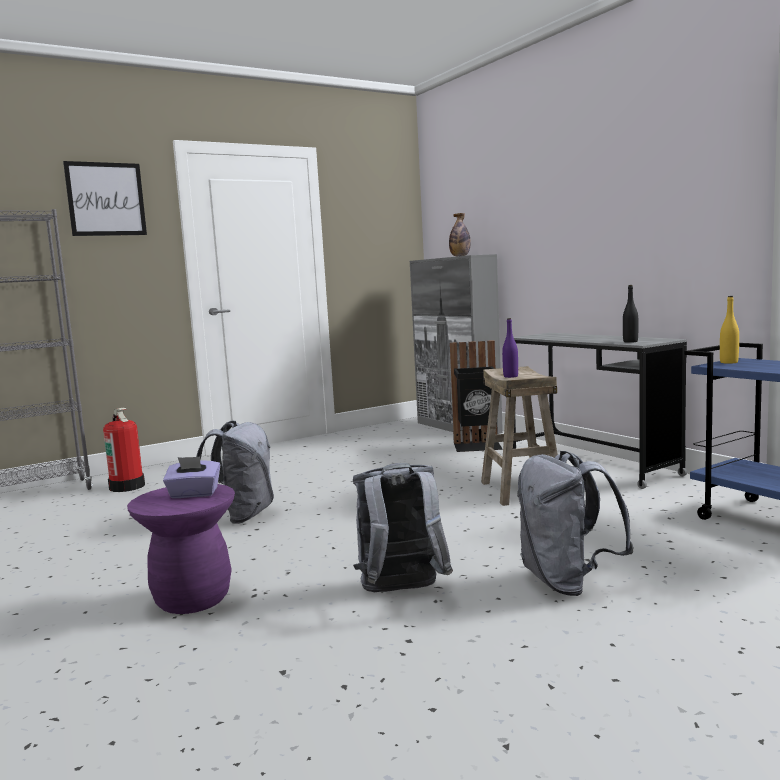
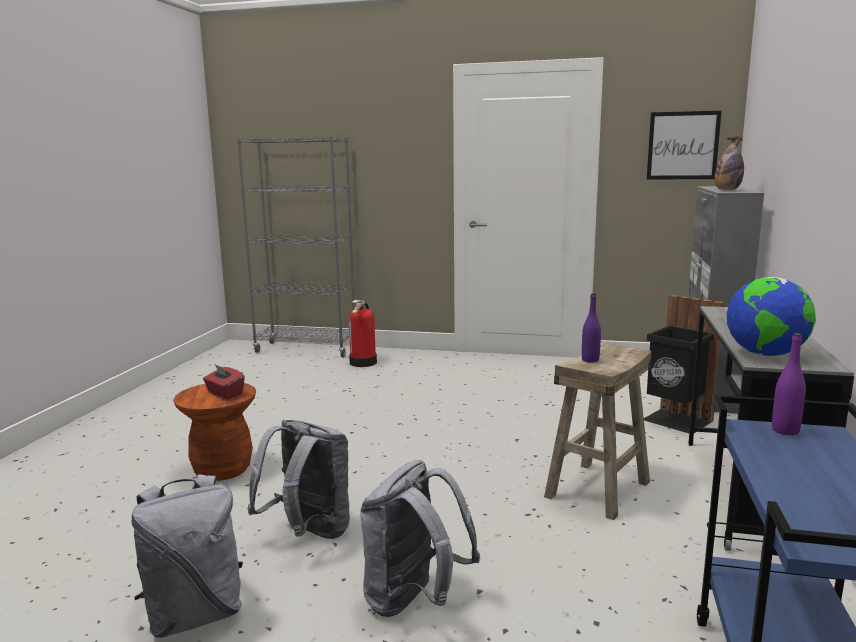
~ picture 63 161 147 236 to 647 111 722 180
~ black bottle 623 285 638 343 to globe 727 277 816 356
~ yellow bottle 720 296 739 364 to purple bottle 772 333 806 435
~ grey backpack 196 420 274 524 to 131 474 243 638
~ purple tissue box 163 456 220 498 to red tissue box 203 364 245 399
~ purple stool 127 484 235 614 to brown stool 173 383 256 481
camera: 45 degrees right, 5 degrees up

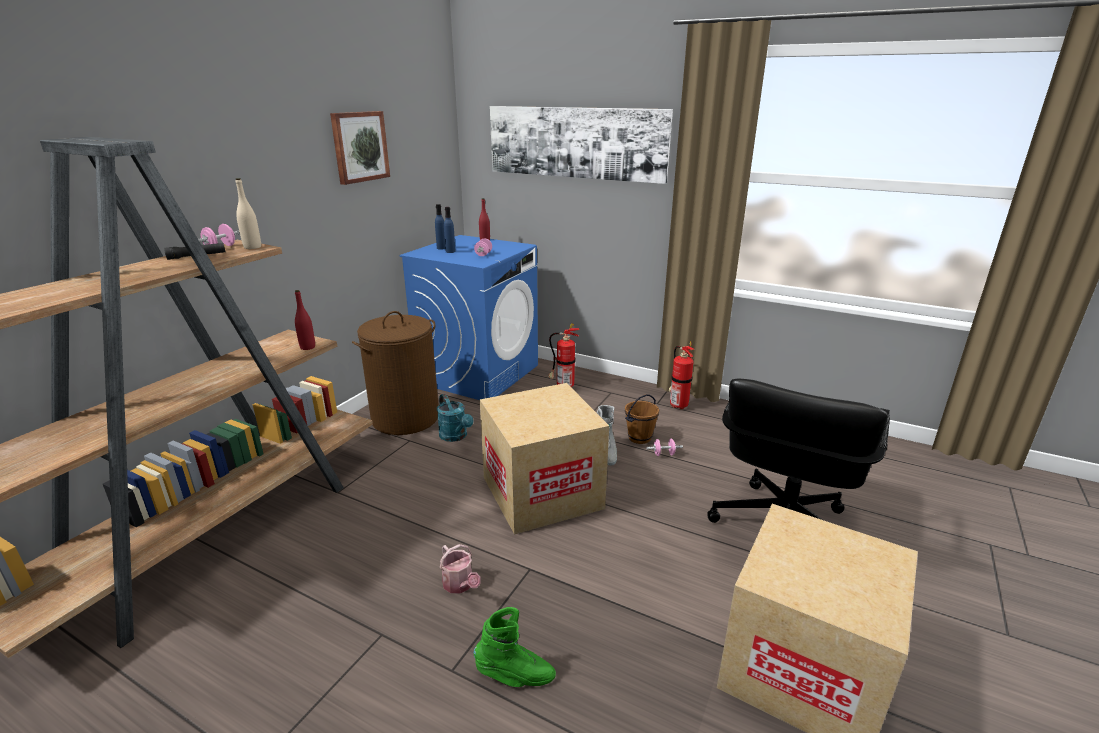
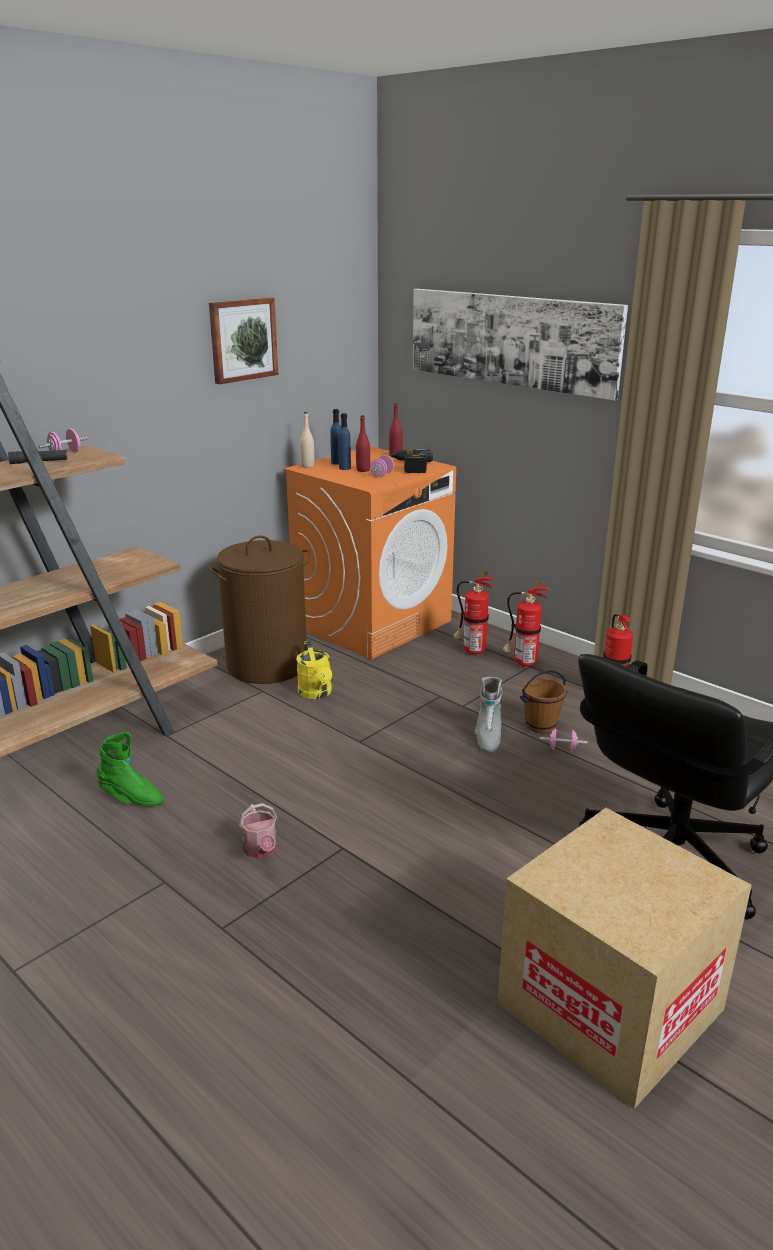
~ beige bottle 235 178 261 249 to 300 412 314 468
~ blue washing machine 399 235 538 400 to orange washing machine 283 446 456 660
~ red bottle 295 290 315 350 to 356 415 370 472
- cardboard box 480 383 609 535
~ turquoise watering can 437 394 473 442 to yellow watering can 296 641 332 699
~ green boot 473 607 556 687 to 97 732 163 806
+ power drill 389 449 433 473
+ fire extinguisher 503 580 549 668
camera: 15 degrees right, 0 degrees up

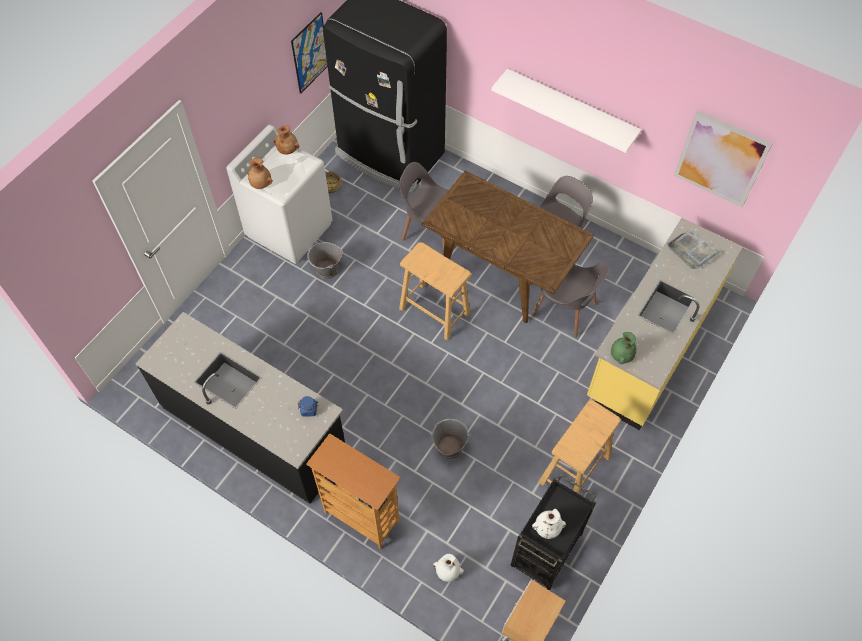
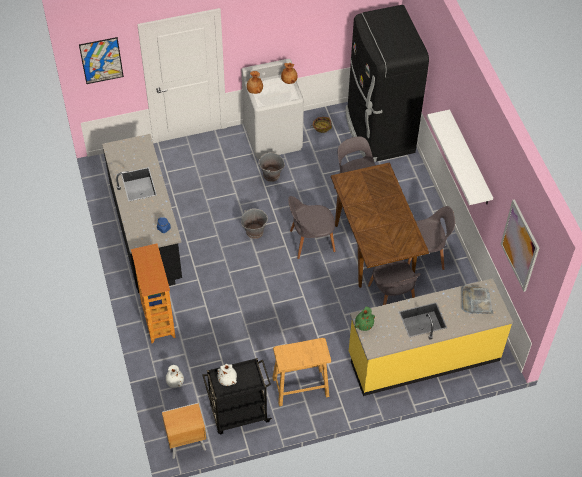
~ picture 291 12 328 94 to 79 37 124 84
~ beige stool 399 242 472 340 to grey chair 288 196 336 259
~ grey bucket 430 419 471 459 to 241 208 268 239
camera: 40 degrees right, 5 degrees down

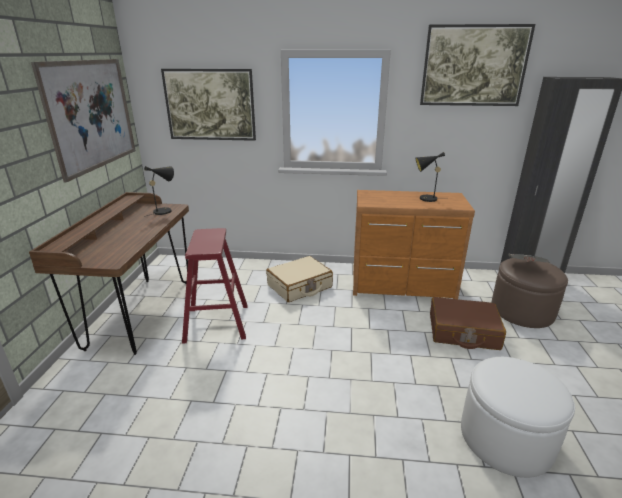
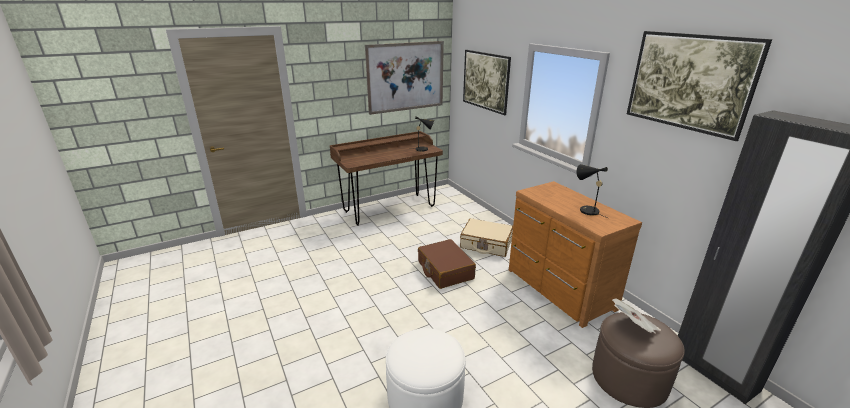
- red stool 182 228 248 344
~ brown suitcase 430 297 506 350 to 418 239 476 289
camera: 55 degrees right, 0 degrees up

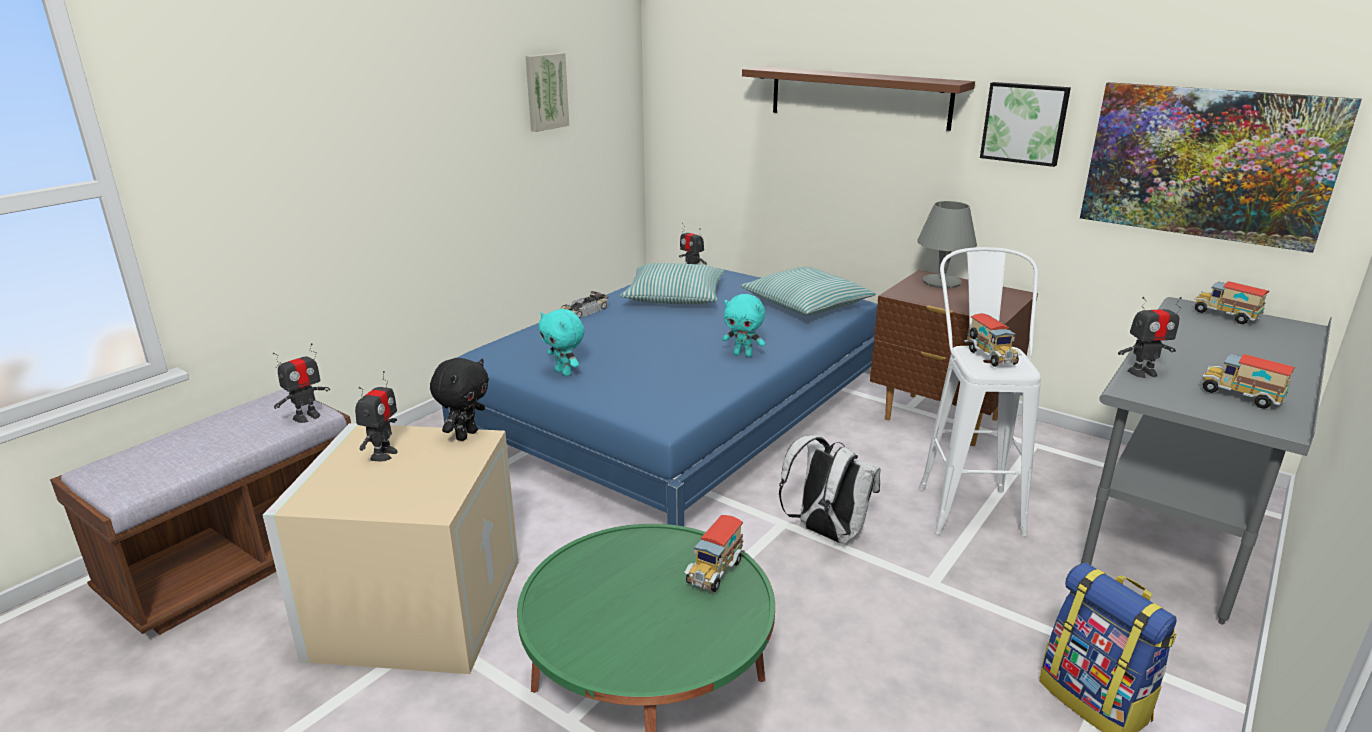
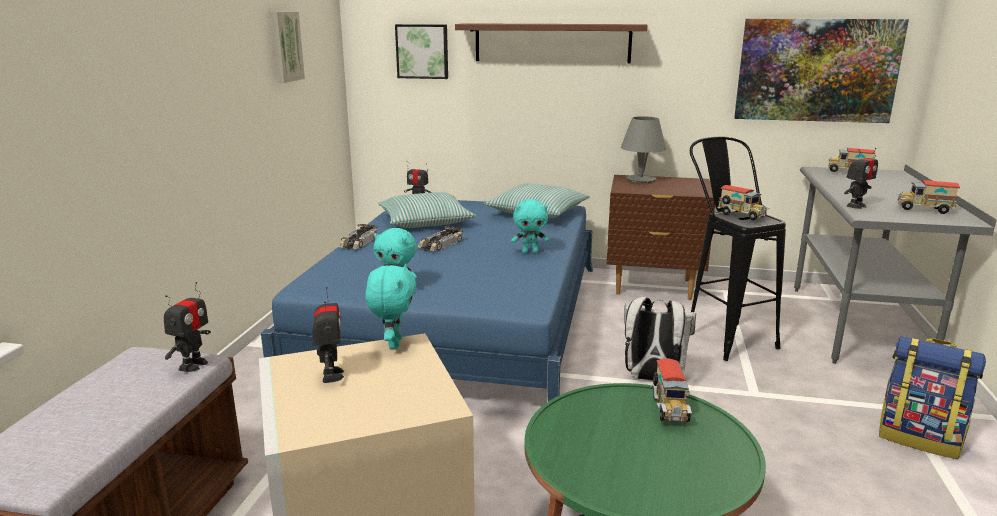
~ picture 980 82 1071 167 to 395 24 448 79
~ white stool 919 247 1041 537 to black stool 690 137 786 361
~ black plush toy 430 358 489 441 to turquoise plush toy 365 264 416 349
+ toy car 418 226 463 251
camera: 25 degrees left, 5 degrees down

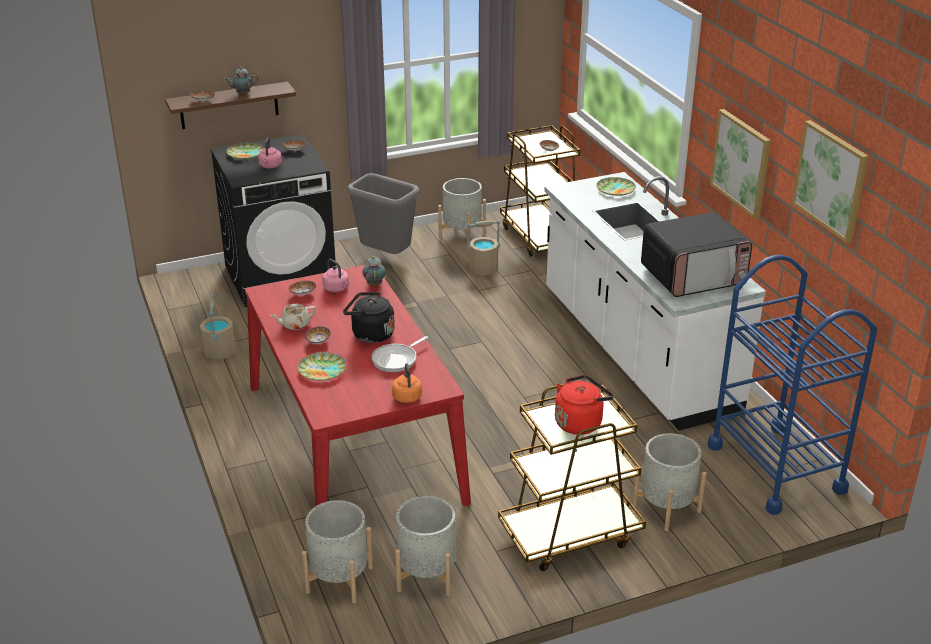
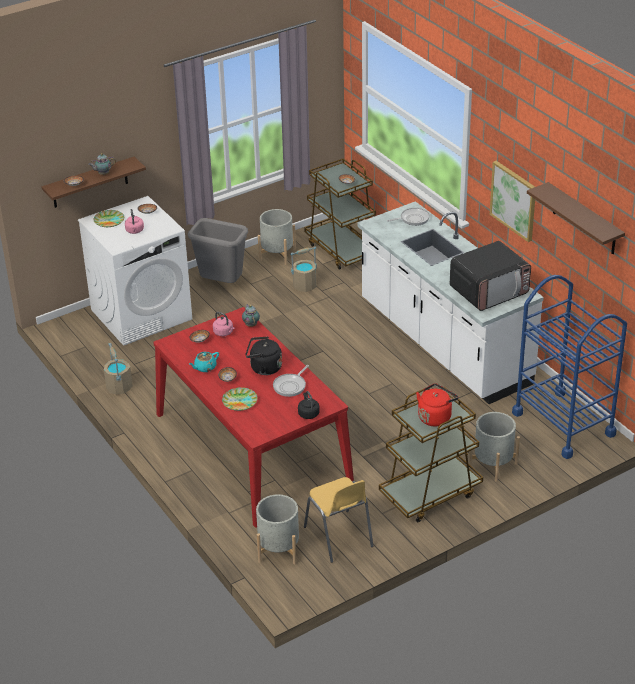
~ picture 792 120 869 243 to brown shelf 527 182 625 254
~ black washing machine 211 134 336 307 to white washing machine 78 196 192 346
~ plate 596 177 636 196 to frying pan 387 208 430 226
~ beige teapot 270 304 316 330 to turquoise teapot 189 352 219 372
~ orange kettle 392 363 422 403 to black kettle 298 391 320 419
~ grey planter 395 496 456 596 to yellow chair 304 477 373 563
camera: 10 degrees left, 5 degrees up

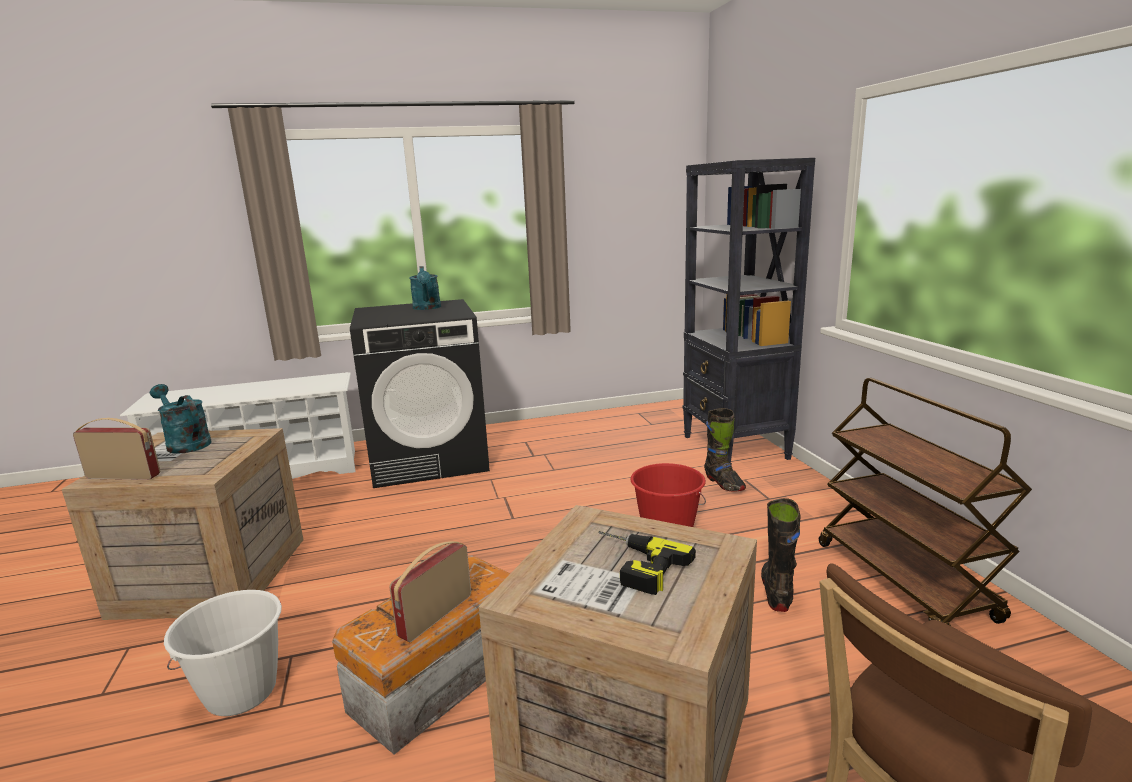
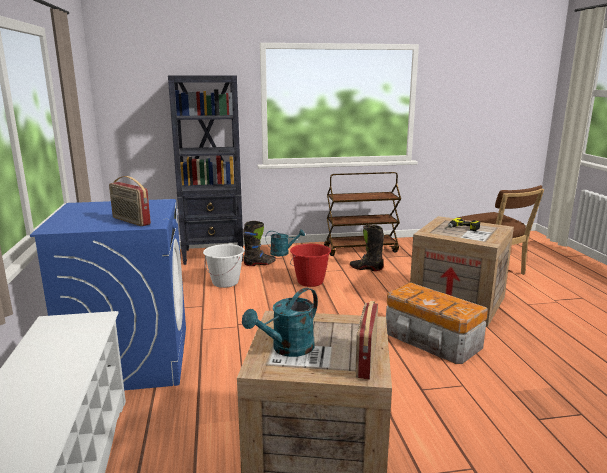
~ turquoise watering can 409 266 441 310 to 265 229 305 256
~ black washing machine 350 299 490 488 to blue washing machine 30 199 186 390
~ radio 389 541 471 642 to 109 176 151 226
~ white bucket 164 590 282 716 to 203 244 245 288
camera: 85 degrees left, 0 degrees up

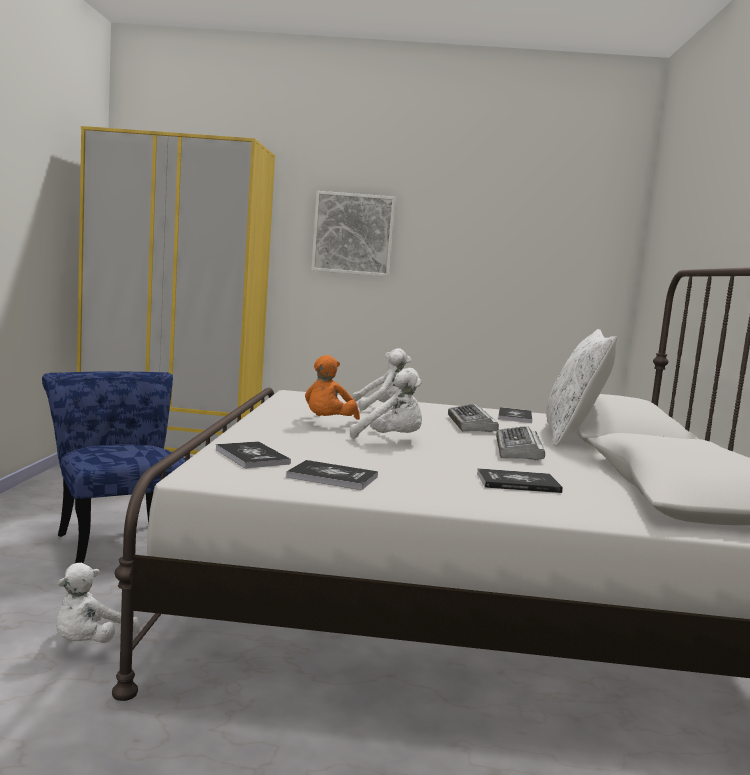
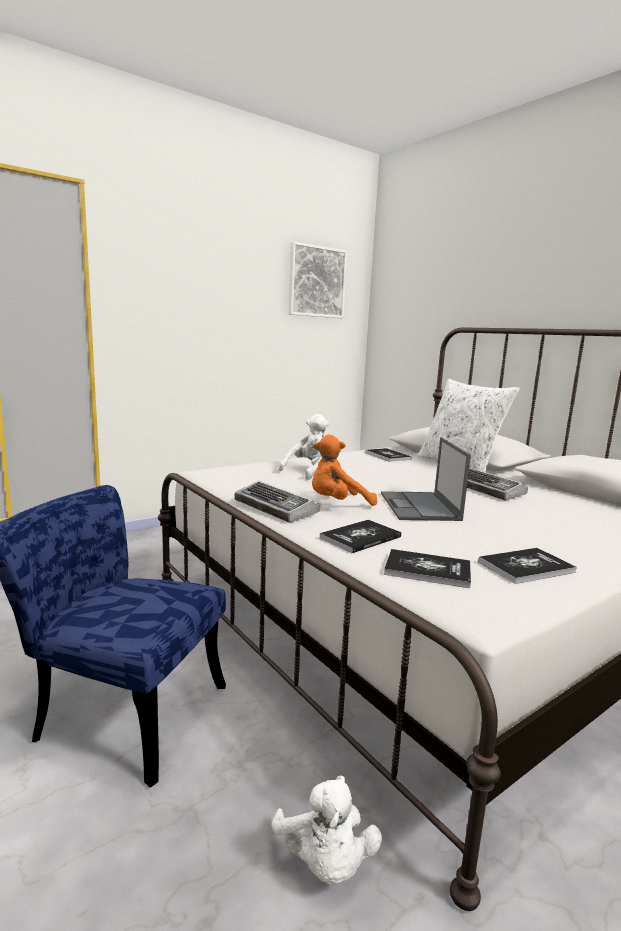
~ picture 311 191 396 277 to 288 241 347 318
~ orange plush toy 305 355 360 420 = 312 434 377 506 90 degrees clockwise
~ white plush toy 350 368 422 439 to laptop 381 437 471 521
~ keyboard 448 404 499 432 to 235 481 320 523
~ book 477 468 563 493 to 320 520 402 553
camera: 40 degrees left, 5 degrees up

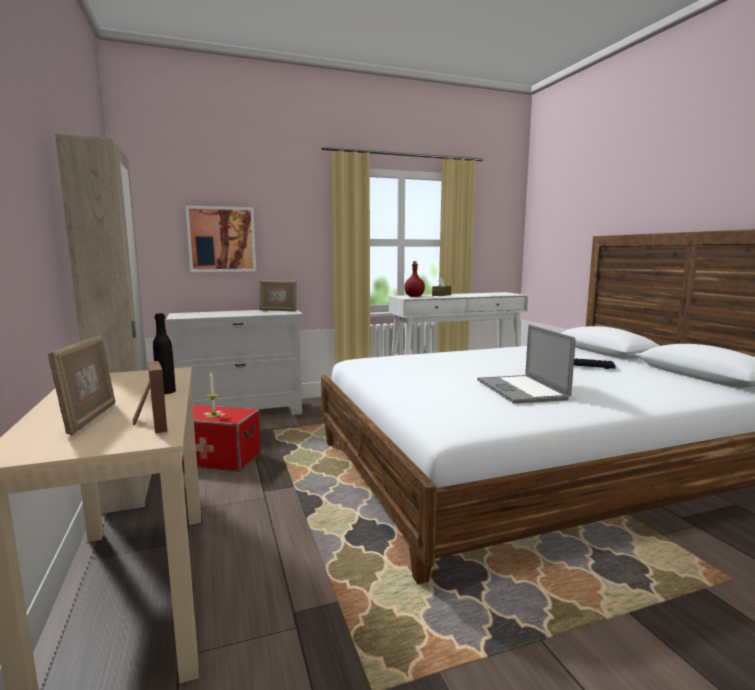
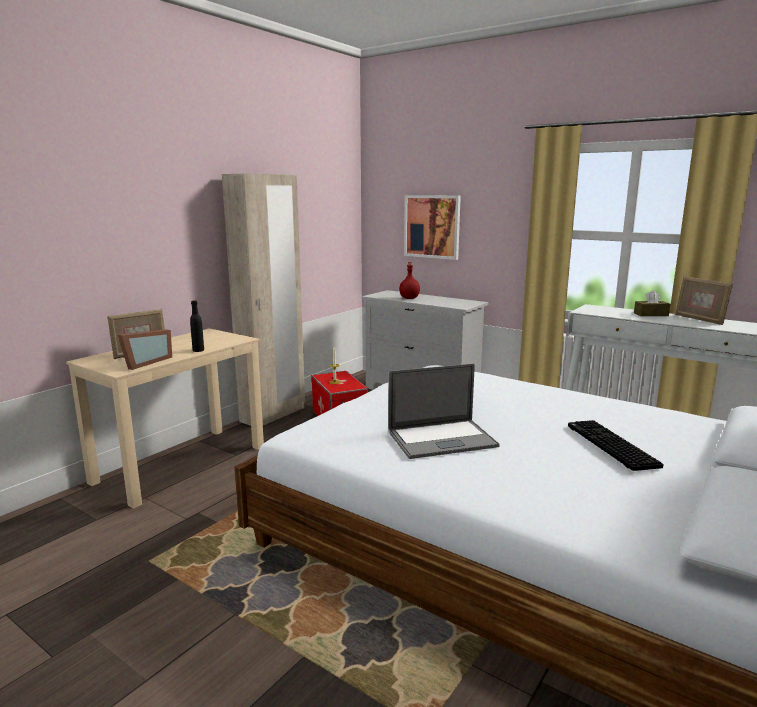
~ red bottle 404 261 425 297 to 399 262 420 299
~ picture frame 259 280 297 311 to 675 276 733 325
~ laptop 477 324 576 404 = 389 363 500 459 150 degrees counterclockwise
camera: 55 degrees right, 5 degrees up

